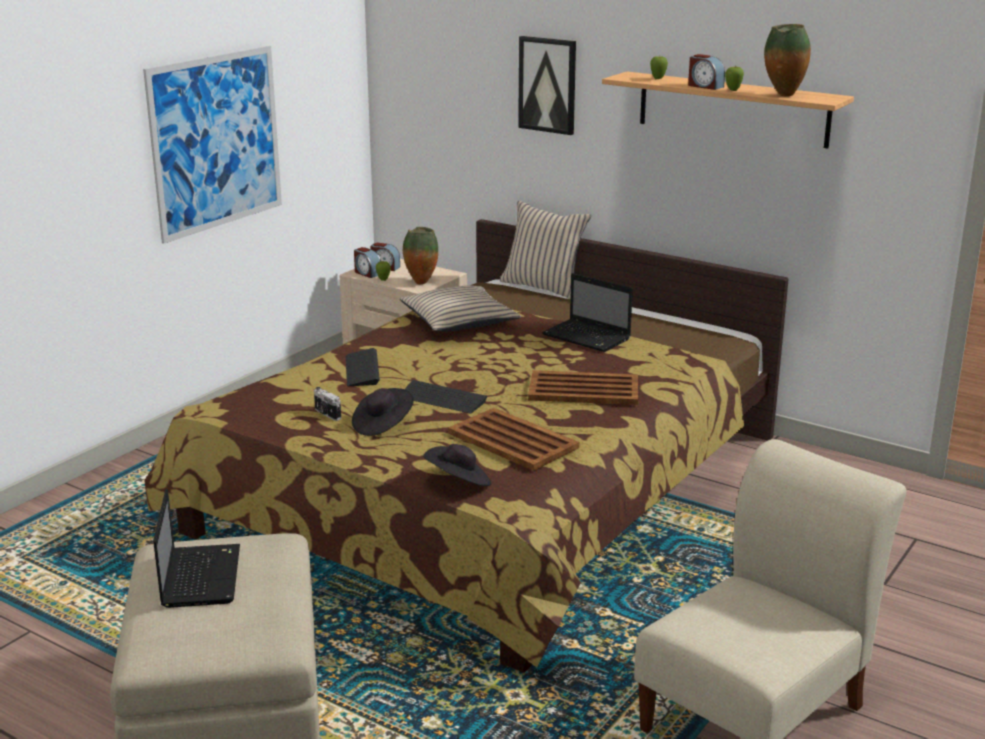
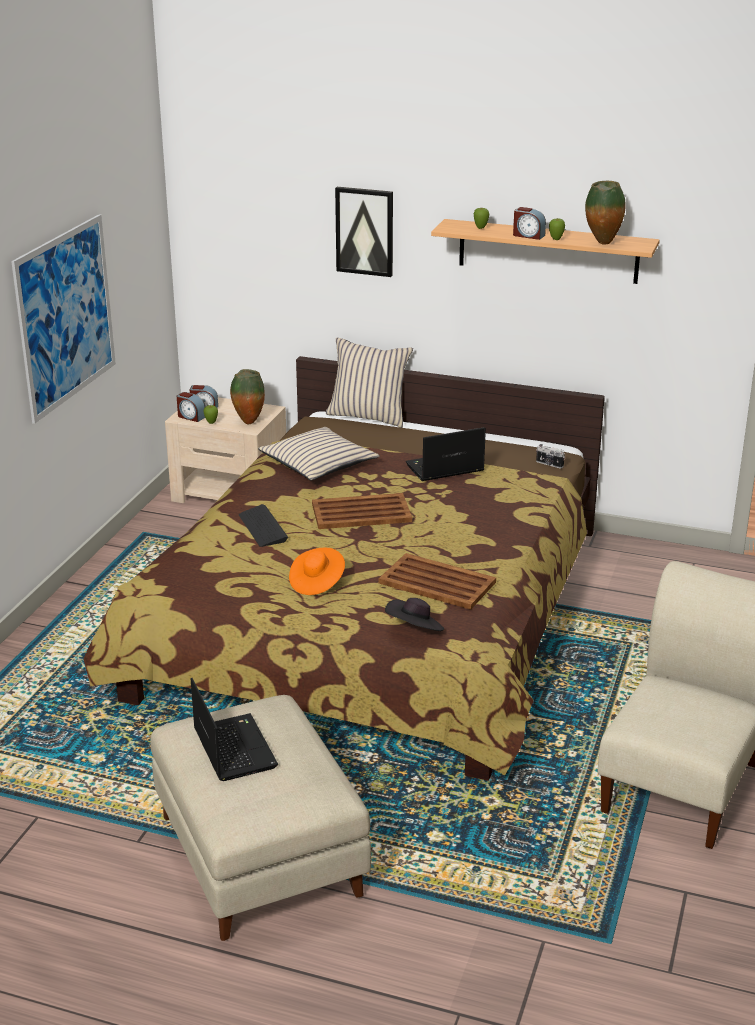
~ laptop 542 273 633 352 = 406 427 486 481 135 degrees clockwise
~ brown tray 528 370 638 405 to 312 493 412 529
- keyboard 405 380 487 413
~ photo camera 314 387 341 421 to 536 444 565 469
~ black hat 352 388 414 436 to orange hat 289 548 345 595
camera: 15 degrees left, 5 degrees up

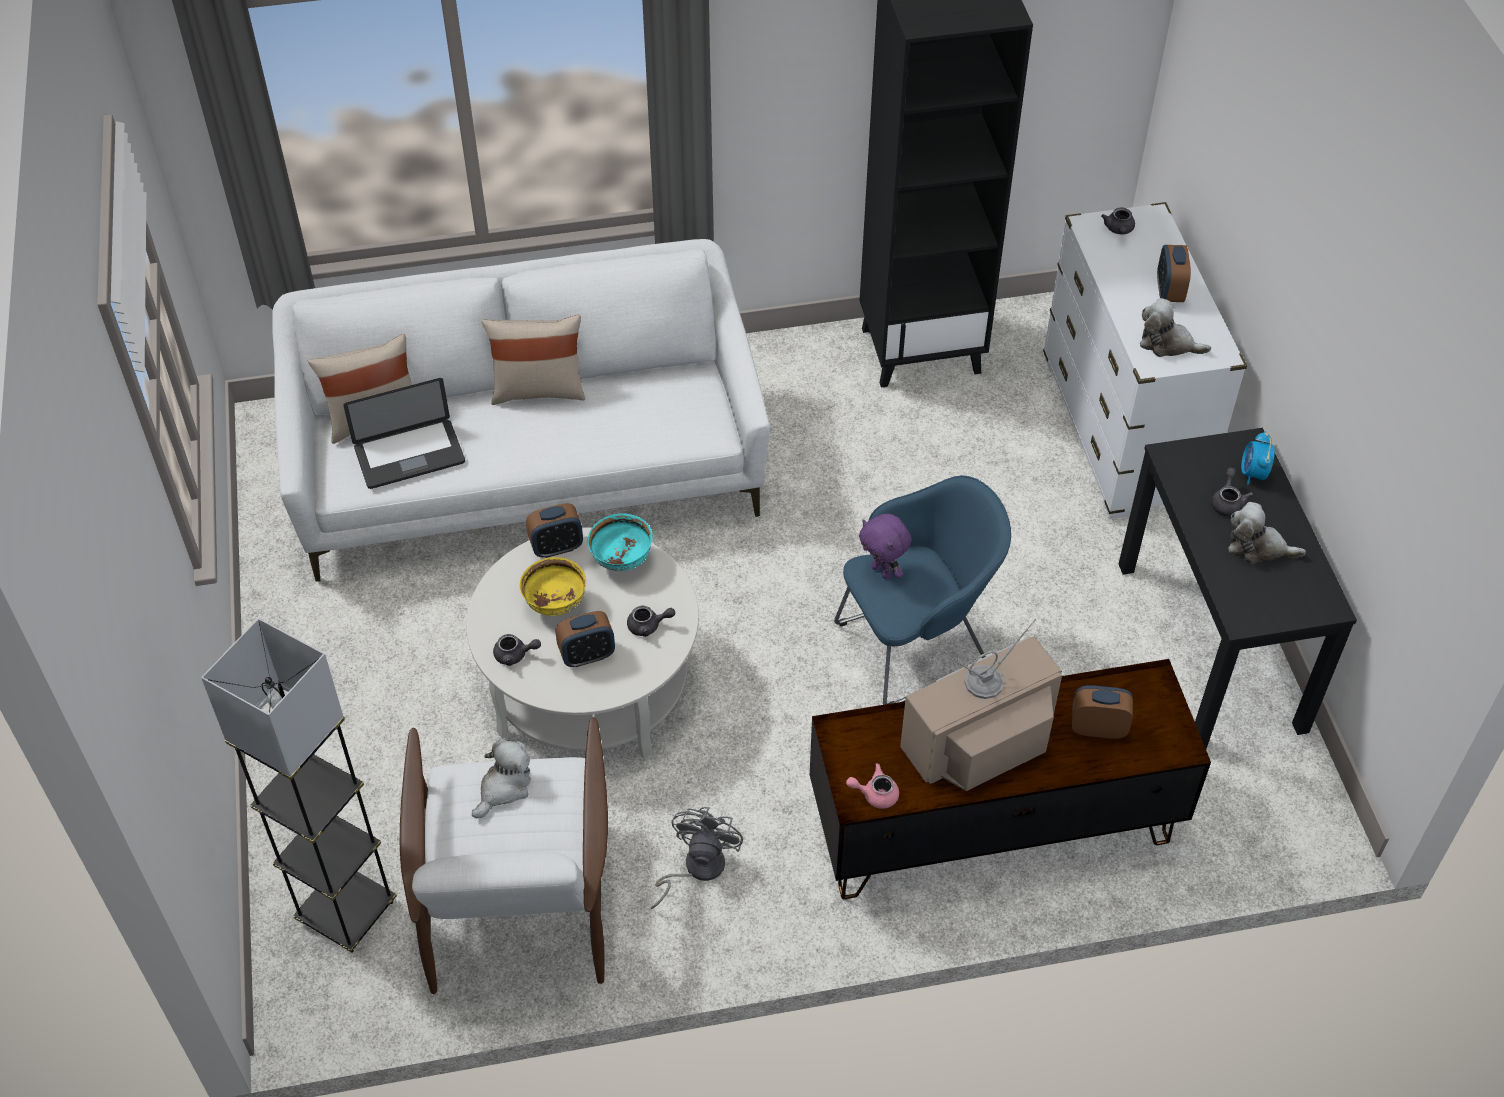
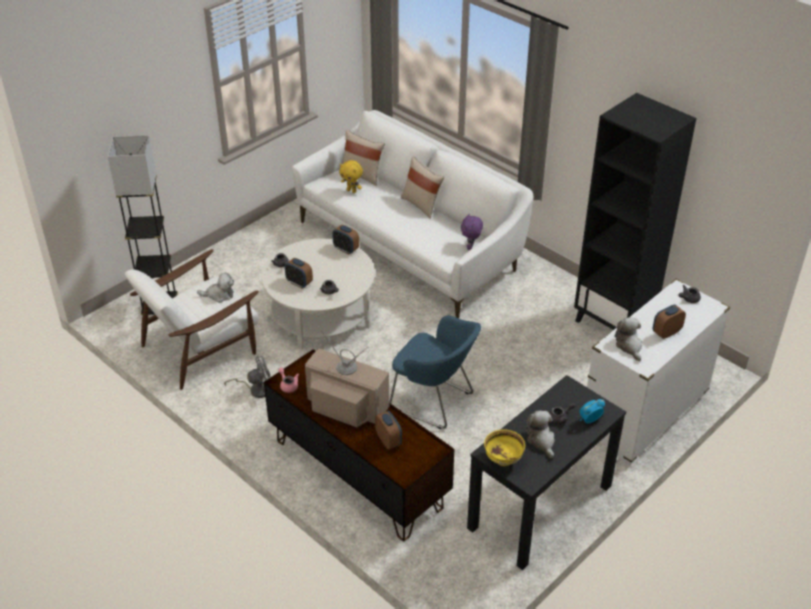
~ laptop 344 378 465 489 to yellow plush toy 339 160 363 193
- turquoise bowl 587 513 653 571
~ purple plush toy 859 514 911 579 to 461 214 483 250
~ yellow bowl 520 557 586 616 to 484 429 525 466
camera: 55 degrees right, 10 degrees down

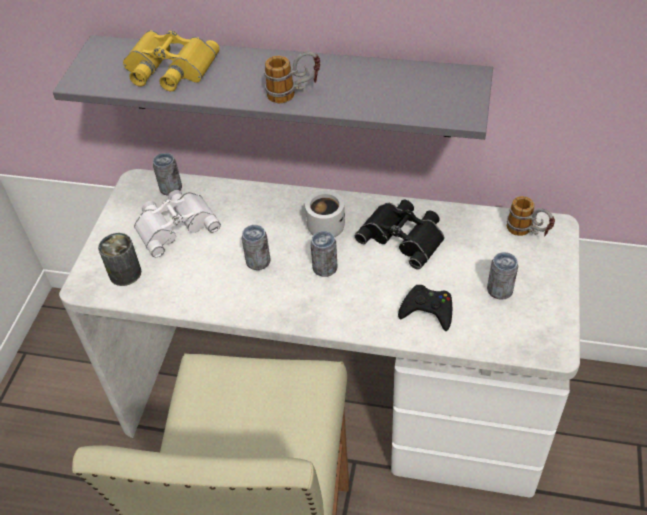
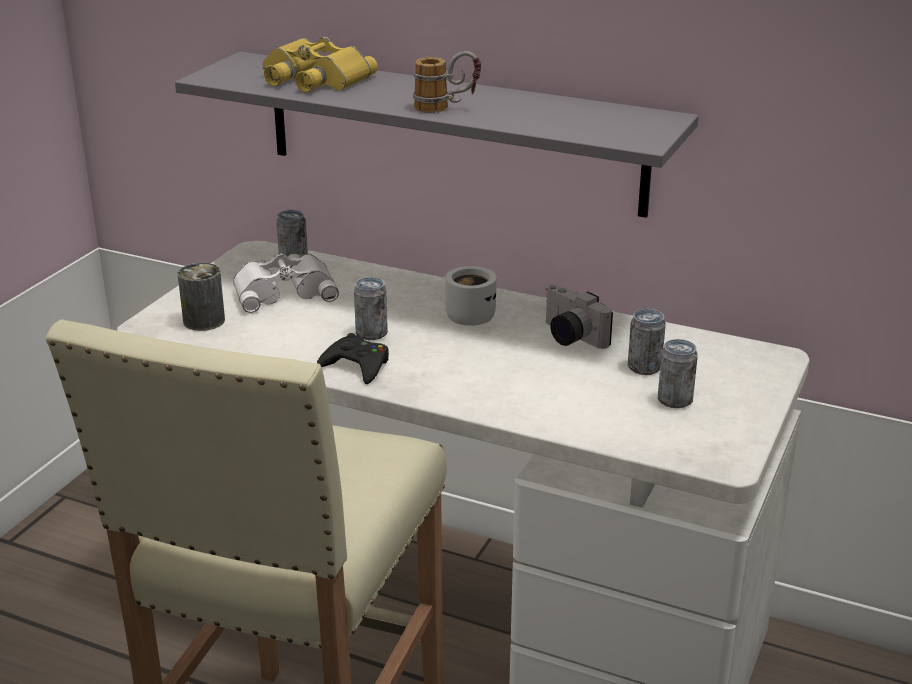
- mug 507 196 555 237
~ black binoculars 355 200 445 270 to photo camera 546 284 613 349
~ can 311 231 337 277 to 628 309 666 375
~ black game controller 398 285 452 331 to 317 333 389 384
camera: 10 degrees right, 20 degrees down

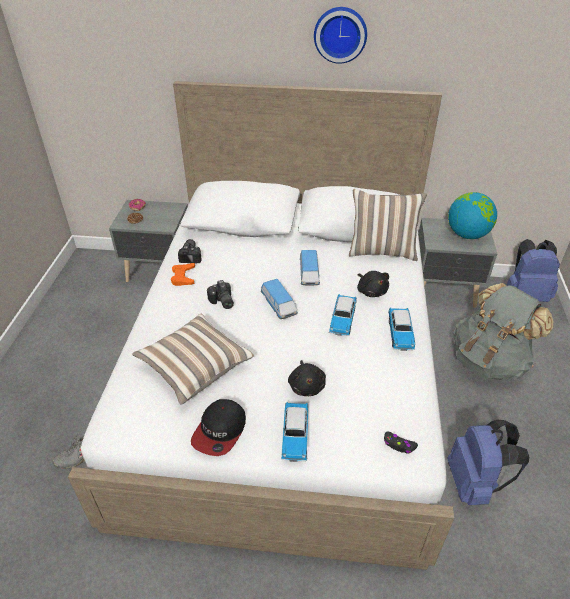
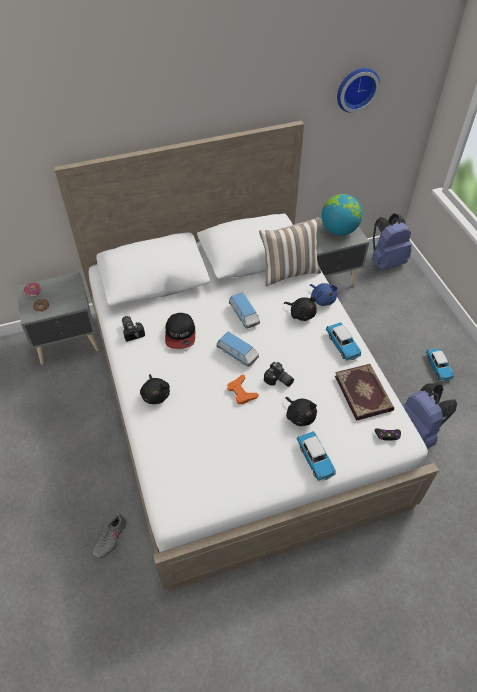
~ wall clock 314 7 367 64 to 337 68 380 113
~ orange game controller 171 263 195 286 to 227 375 259 404
~ photo camera 207 280 234 309 to 264 362 294 387
- grey backpack 453 283 553 380
~ toy car 329 294 357 336 to 426 348 454 381
- pillow 132 313 254 405
~ cap 191 399 246 456 to 165 313 195 349
+ blue plush toy 310 283 337 306
+ book 335 364 394 421
+ black plush toy 140 374 170 404
camera: 25 degrees left, 10 degrees up

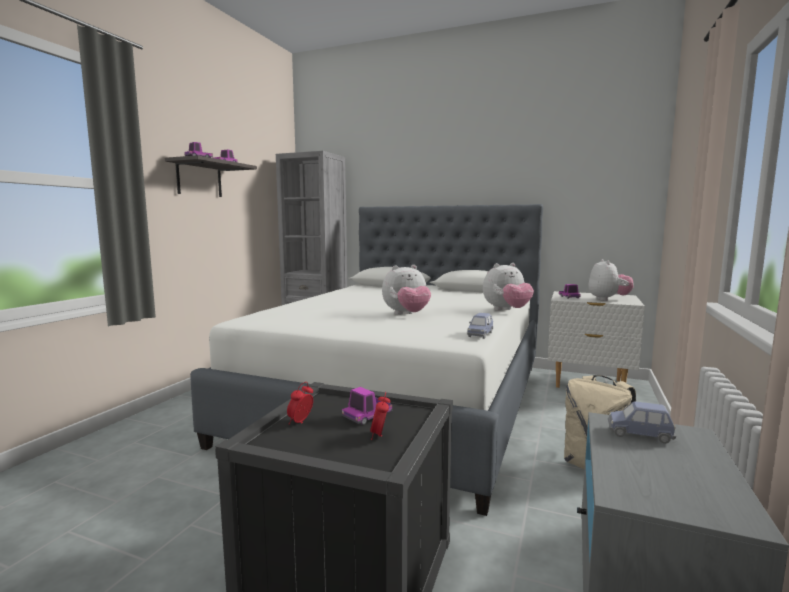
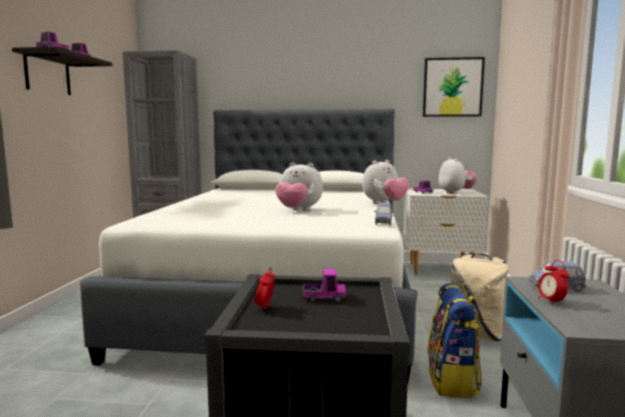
~ plush toy 382 265 431 315 = 275 162 323 211 60 degrees clockwise
~ toy truck 342 387 392 425 = 302 269 346 302 120 degrees counterclockwise
~ alarm clock 370 392 390 440 to 538 260 569 306
+ picture 423 57 485 117
+ backpack 427 283 482 398
camera: 15 degrees left, 0 degrees up

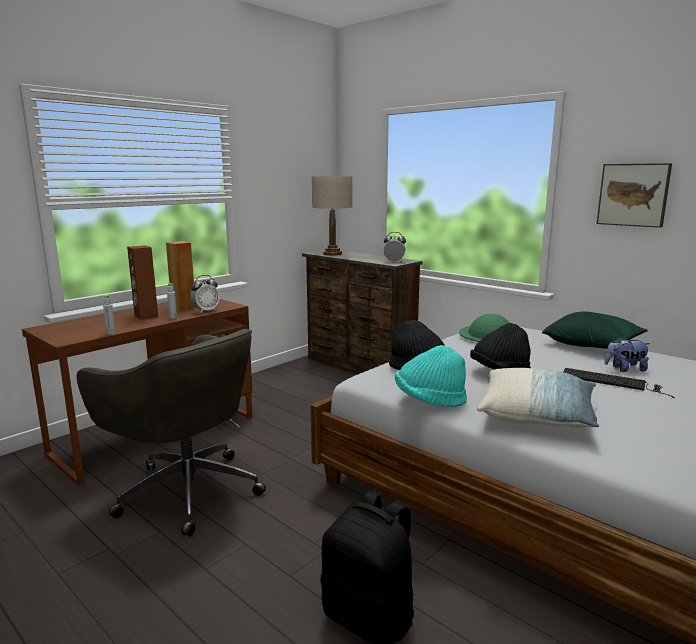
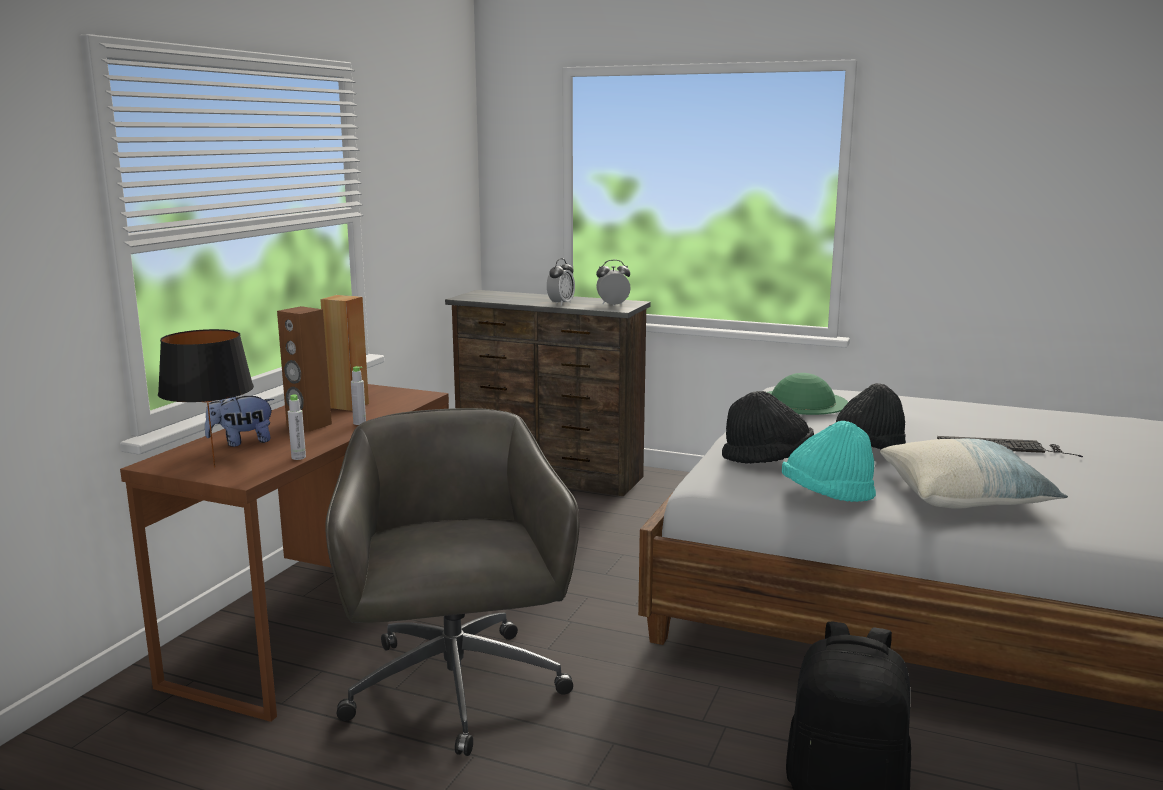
- picture 597 163 672 228
- beige table lamp 312 176 353 255
~ alarm clock 190 275 220 313 to 547 258 575 306
- green pillow 542 311 648 349
~ grey office chair 77 329 266 537 = 325 408 579 756 120 degrees counterclockwise
~ plush toy 604 337 650 372 to 205 396 274 447
+ black table lamp 158 329 254 468
camera: 20 degrees left, 0 degrees up

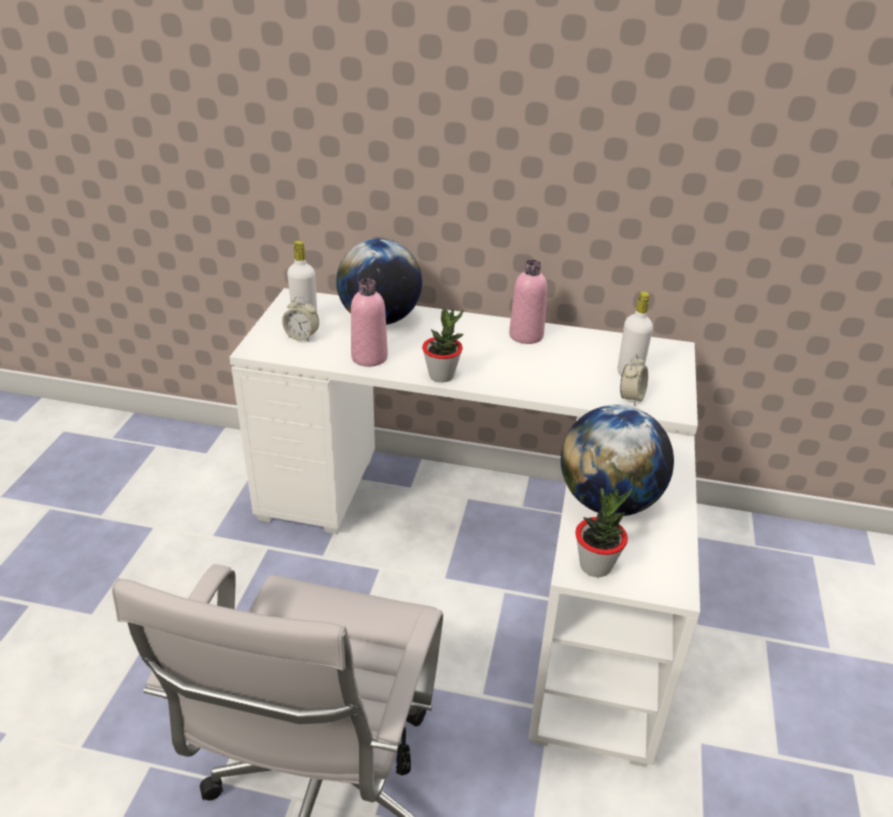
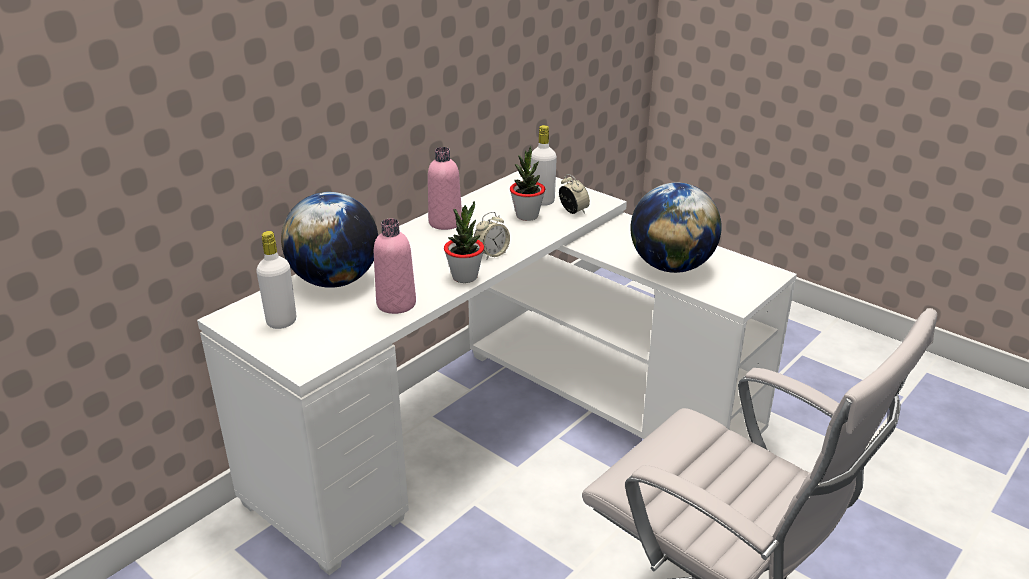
~ alarm clock 282 296 319 342 to 474 212 510 259
~ potted plant 575 488 632 577 to 510 146 545 221
camera: 60 degrees left, 5 degrees down

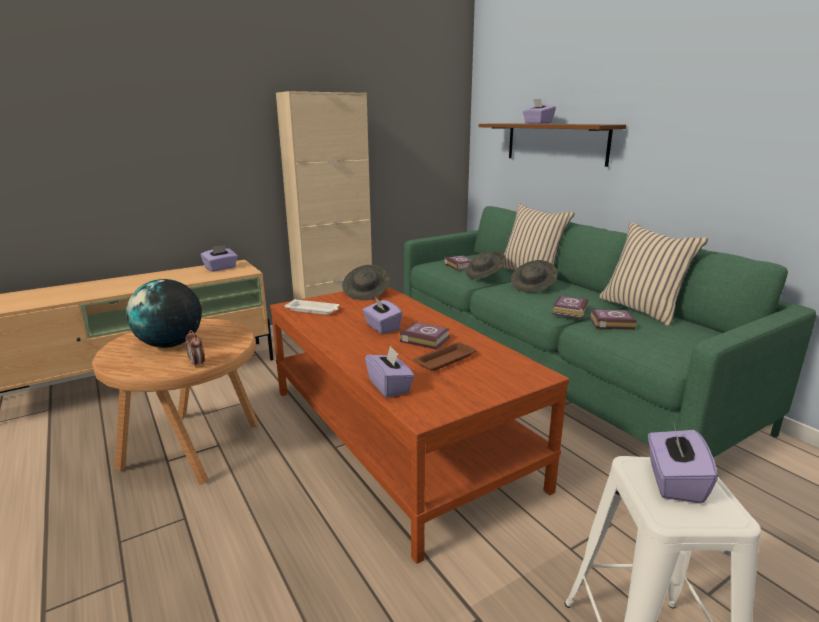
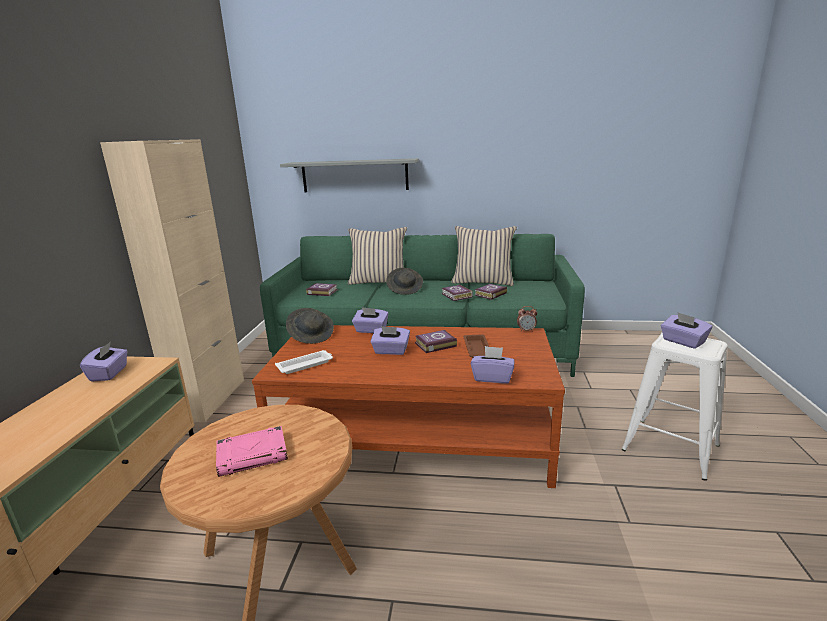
~ purple tissue box 523 99 556 124 to 352 307 389 333
~ brown shelf 479 123 626 167 to grey shelf 280 158 419 192
- grey hat 466 251 505 279
~ globe 126 279 202 348 to pink book 216 426 288 477
~ alarm clock 186 330 205 368 to 517 306 537 332
camera: 50 degrees left, 0 degrees up

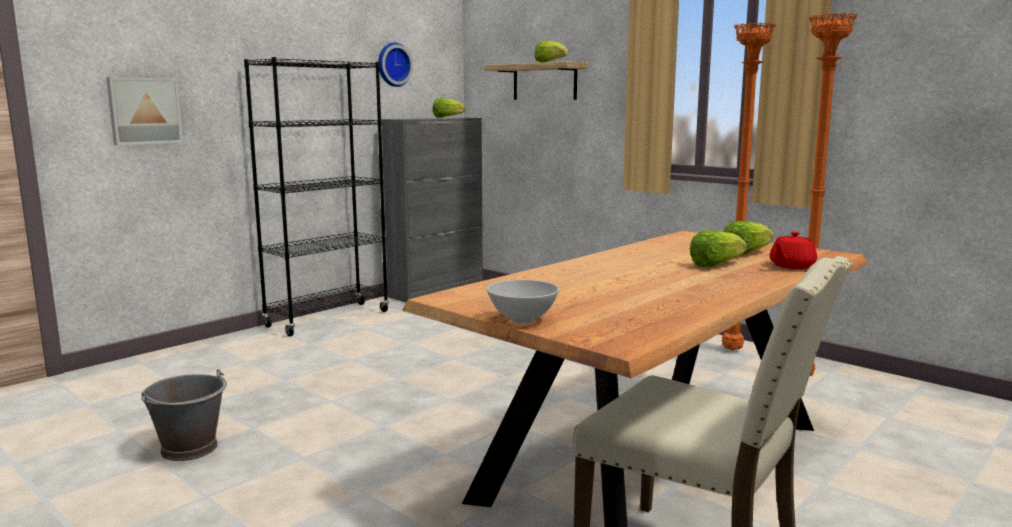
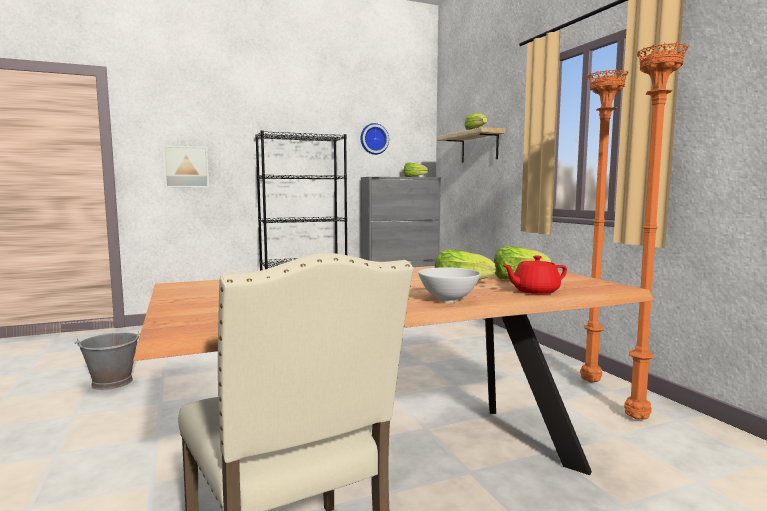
~ white bowl 487 279 559 324 to 418 267 481 303
camera: 25 degrees right, 5 degrees down

